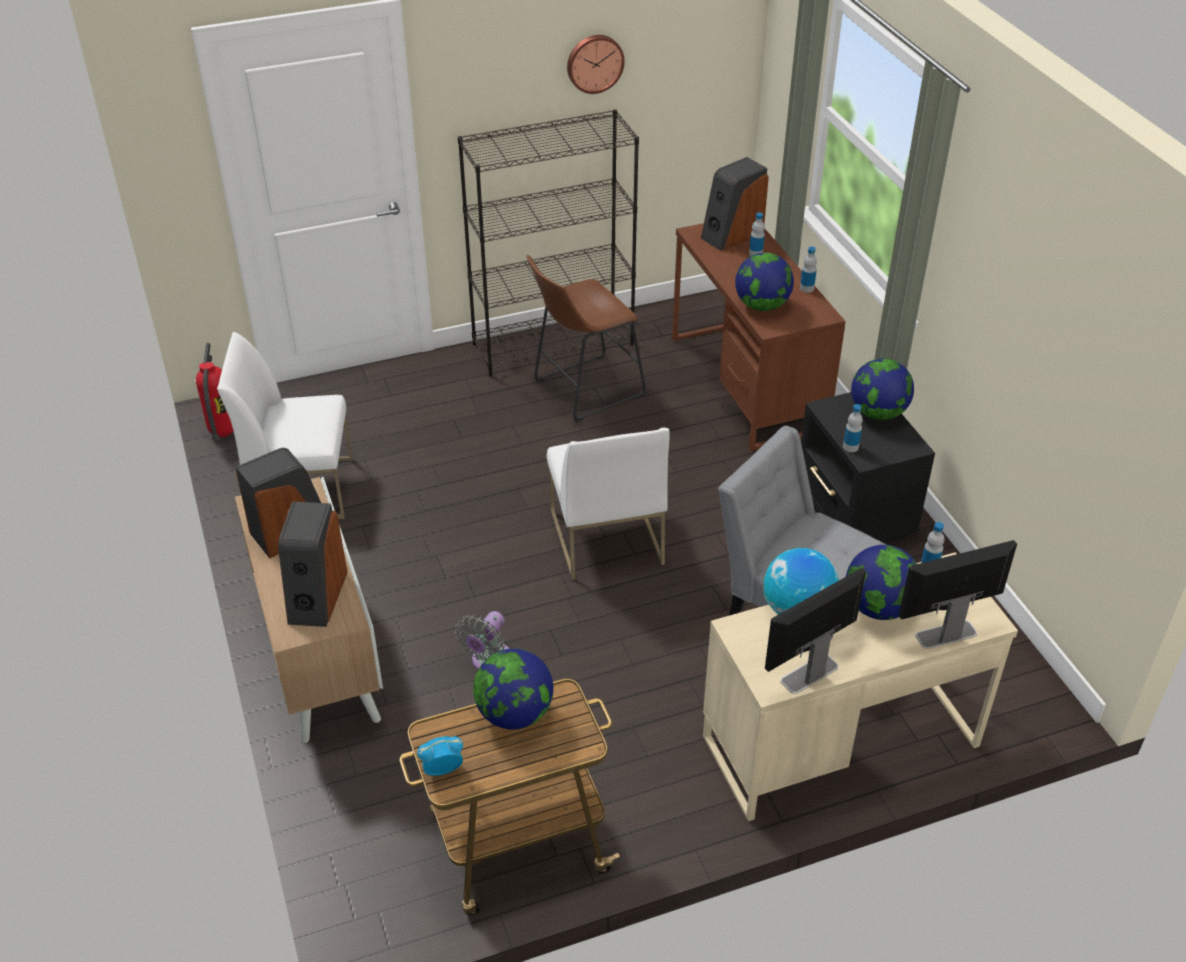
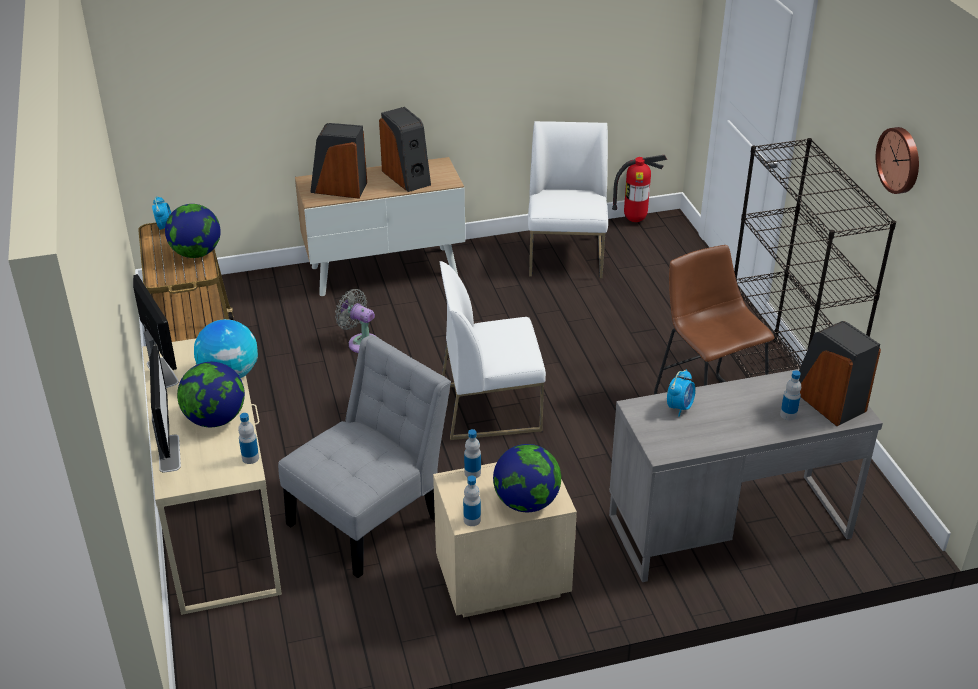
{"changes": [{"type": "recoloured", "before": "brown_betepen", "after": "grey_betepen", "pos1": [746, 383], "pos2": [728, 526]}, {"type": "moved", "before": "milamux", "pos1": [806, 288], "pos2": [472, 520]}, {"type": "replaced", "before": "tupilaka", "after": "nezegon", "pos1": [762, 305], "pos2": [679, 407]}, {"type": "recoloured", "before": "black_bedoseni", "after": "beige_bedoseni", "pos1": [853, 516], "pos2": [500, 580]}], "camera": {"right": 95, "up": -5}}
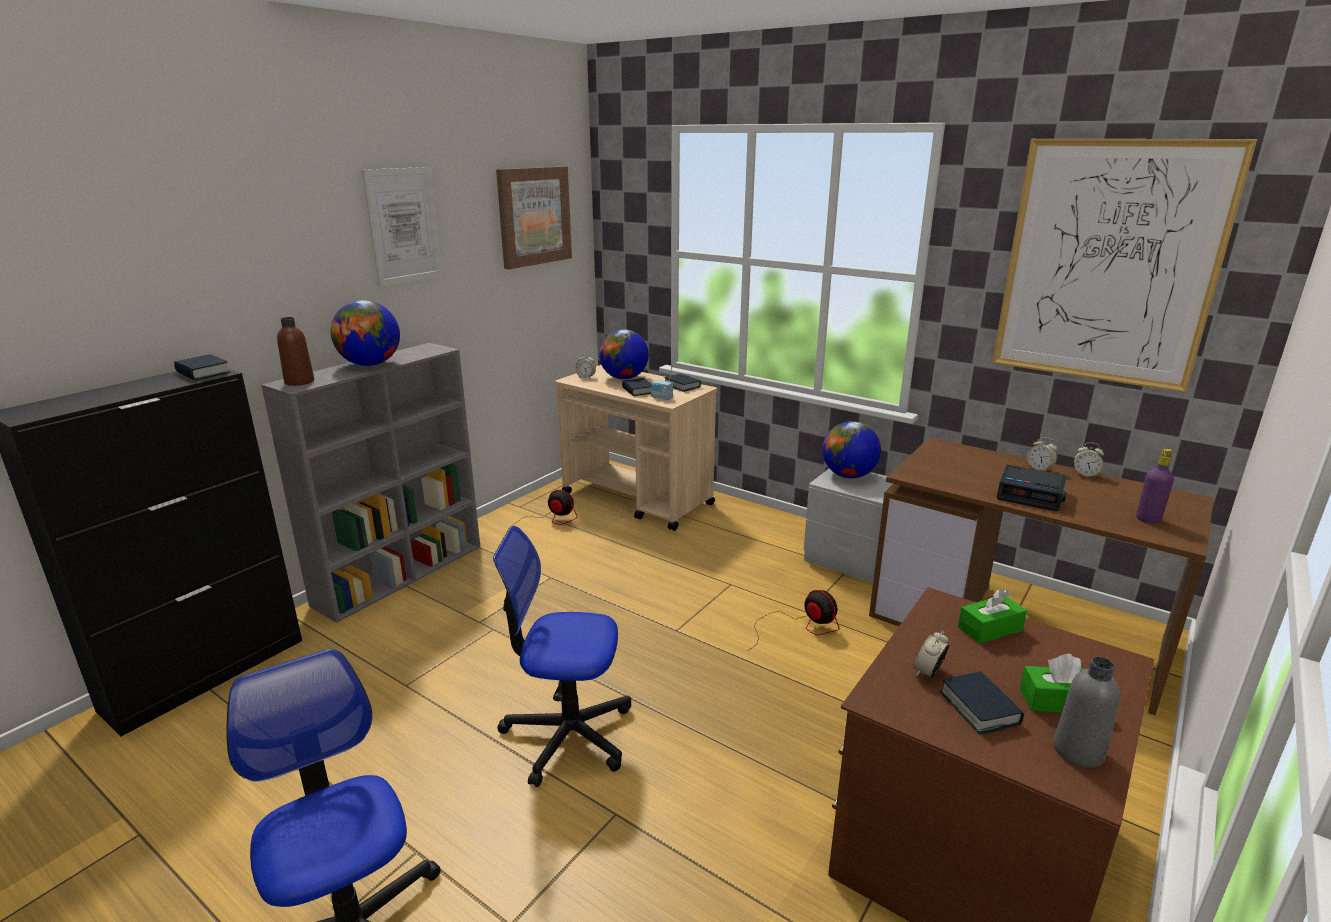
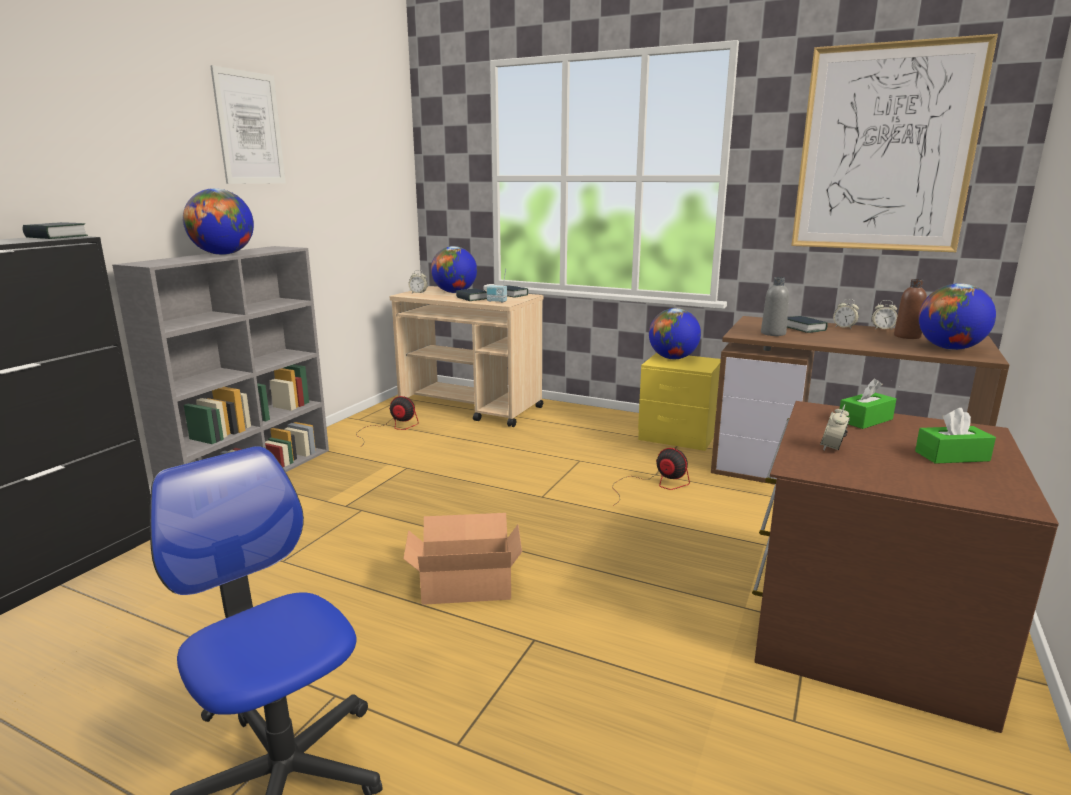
{"changes": [{"type": "removed", "before": "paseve", "pos1": [534, 216]}, {"type": "moved", "before": "brown_milamux", "pos1": [299, 382], "pos2": [907, 336]}, {"type": "replaced", "before": "purple_milamux", "after": "tupilaka", "pos1": [1148, 519], "pos2": [949, 348]}, {"type": "removed", "before": "nezegon", "pos1": [1031, 495]}, {"type": "recoloured", "before": "grey_bedoseni", "after": "yellow_bedoseni", "pos1": [849, 559], "pos2": [677, 436]}, {"type": "replaced", "before": "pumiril", "after": "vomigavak", "pos1": [567, 734], "pos2": [464, 583]}, {"type": "moved", "before": "grey_milamux", "pos1": [1078, 751], "pos2": [773, 333]}, {"type": "moved", "before": "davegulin", "pos1": [979, 708], "pos2": [803, 328]}], "camera": {"right": -10, "up": -5}}
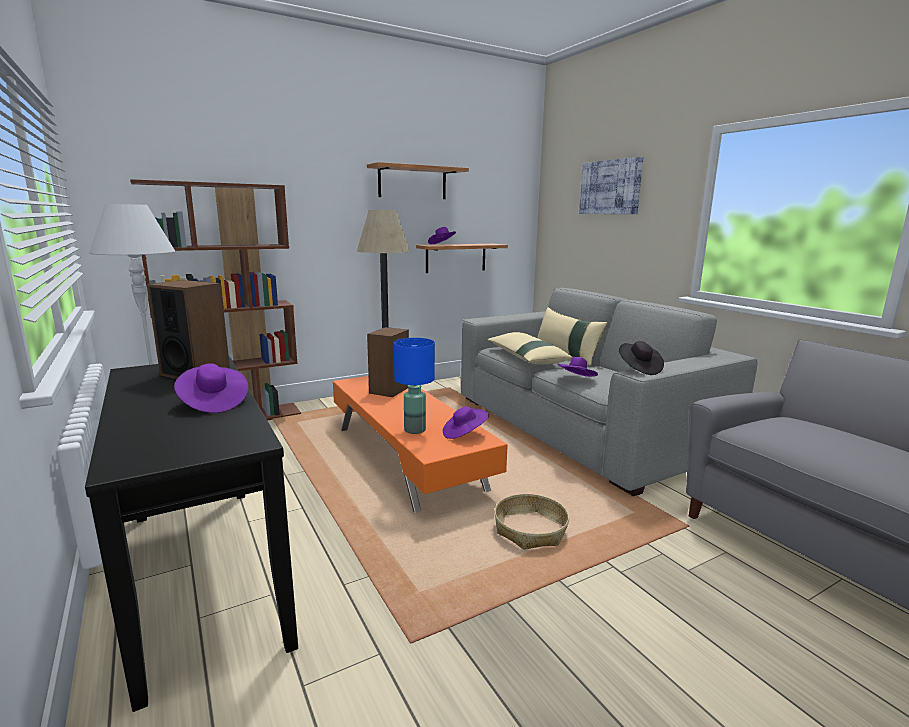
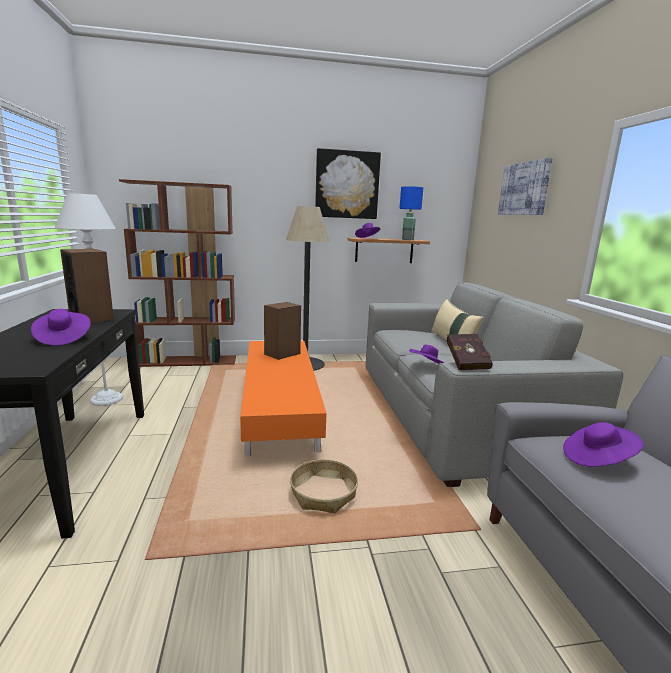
{"changes": [{"type": "replaced", "before": "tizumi", "after": "paseve", "pos1": [412, 182], "pos2": [347, 185]}, {"type": "removed", "before": "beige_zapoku", "pos1": [526, 357]}, {"type": "moved", "before": "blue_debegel", "pos1": [415, 430], "pos2": [408, 240]}, {"type": "replaced", "before": "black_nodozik", "after": "red_davegulin", "pos1": [639, 369], "pos2": [466, 363]}, {"type": "moved", "before": "purple_nodozik", "pos1": [464, 434], "pos2": [597, 459]}], "camera": {"right": 20, "up": 0}}
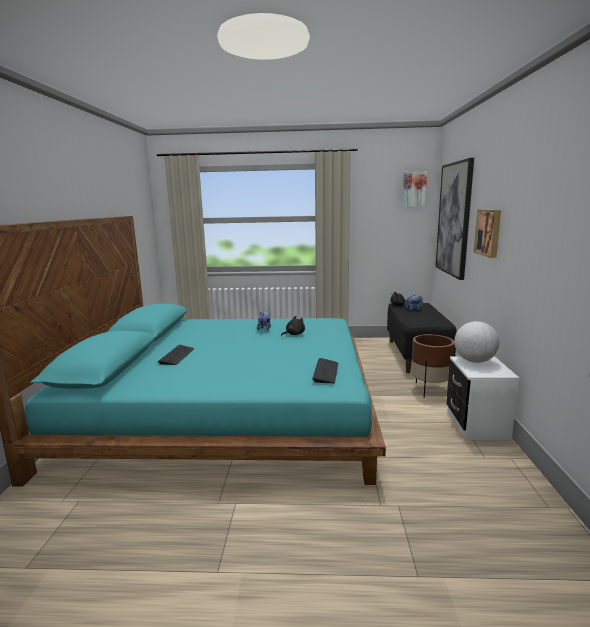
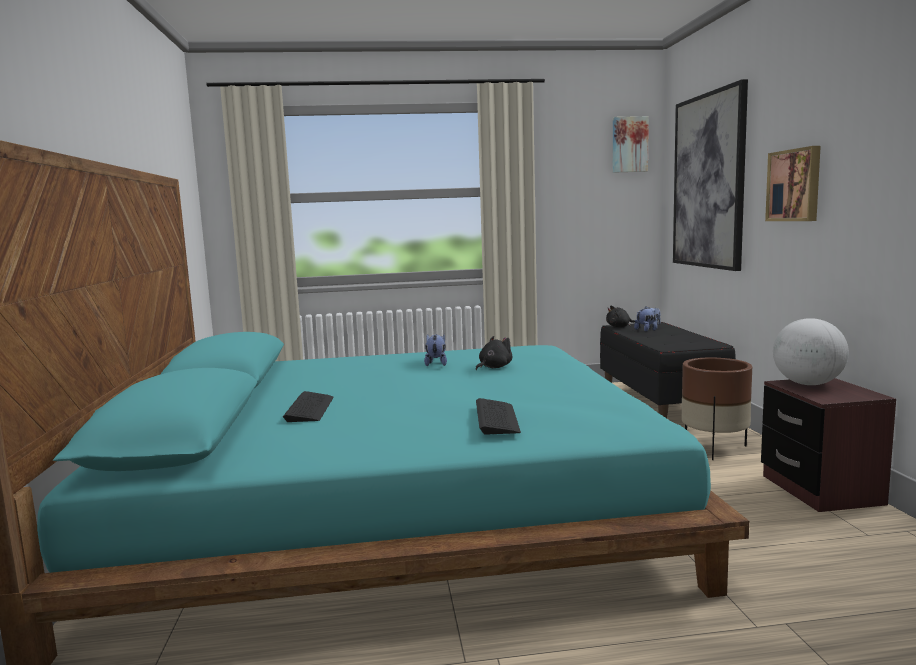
{"changes": [{"type": "recoloured", "before": "white_bedoseni", "after": "brown_bedoseni", "pos1": [476, 425], "pos2": [820, 490]}, {"type": "moved", "before": "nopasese", "pos1": [326, 372], "pos2": [496, 418]}], "camera": {"right": -10, "up": -5}}
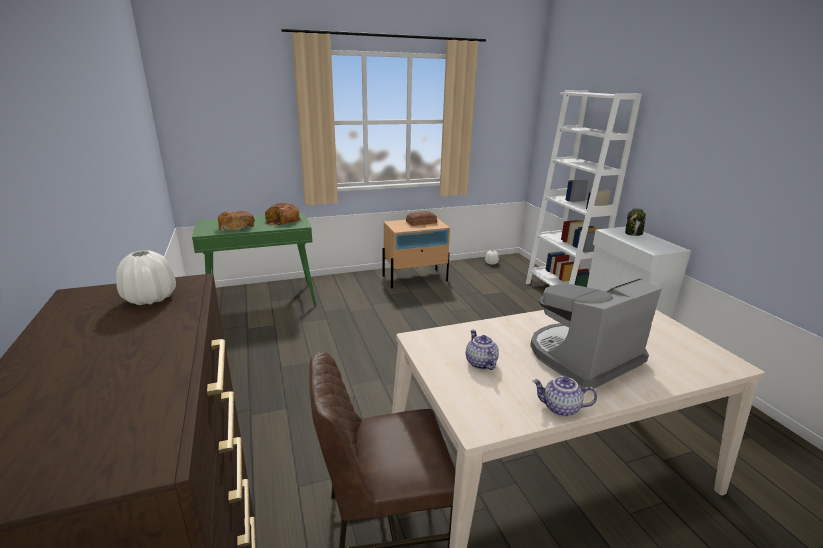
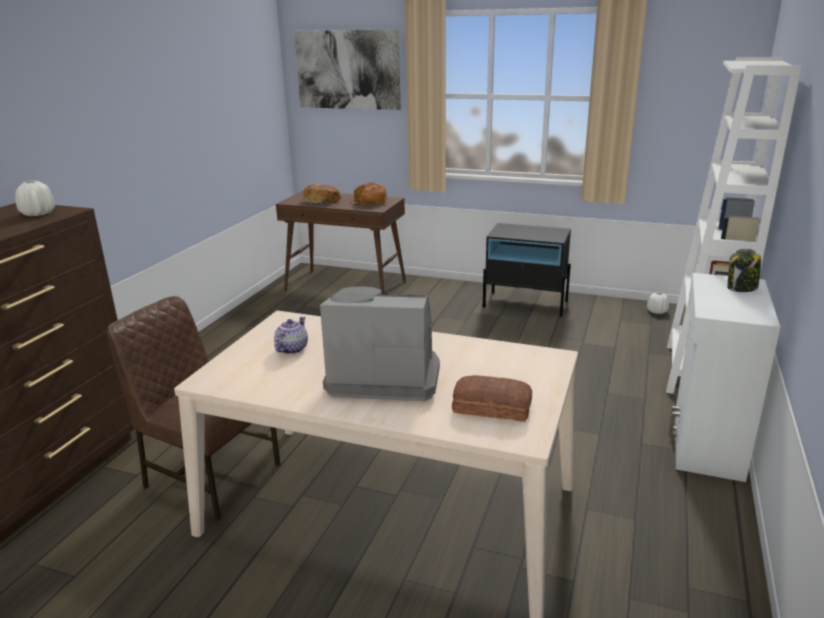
{"changes": [{"type": "moved", "before": "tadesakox", "pos1": [420, 222], "pos2": [491, 406]}, {"type": "recoloured", "before": "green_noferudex", "after": "brown_noferudex", "pos1": [263, 300], "pos2": [346, 286]}, {"type": "recoloured", "before": "beige_bedoseni", "after": "black_bedoseni", "pos1": [415, 278], "pos2": [525, 304]}, {"type": "removed", "before": "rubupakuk", "pos1": [560, 408]}, {"type": "added", "after": "paseve", "pos2": [347, 70]}], "camera": {"right": 40, "up": 0}}
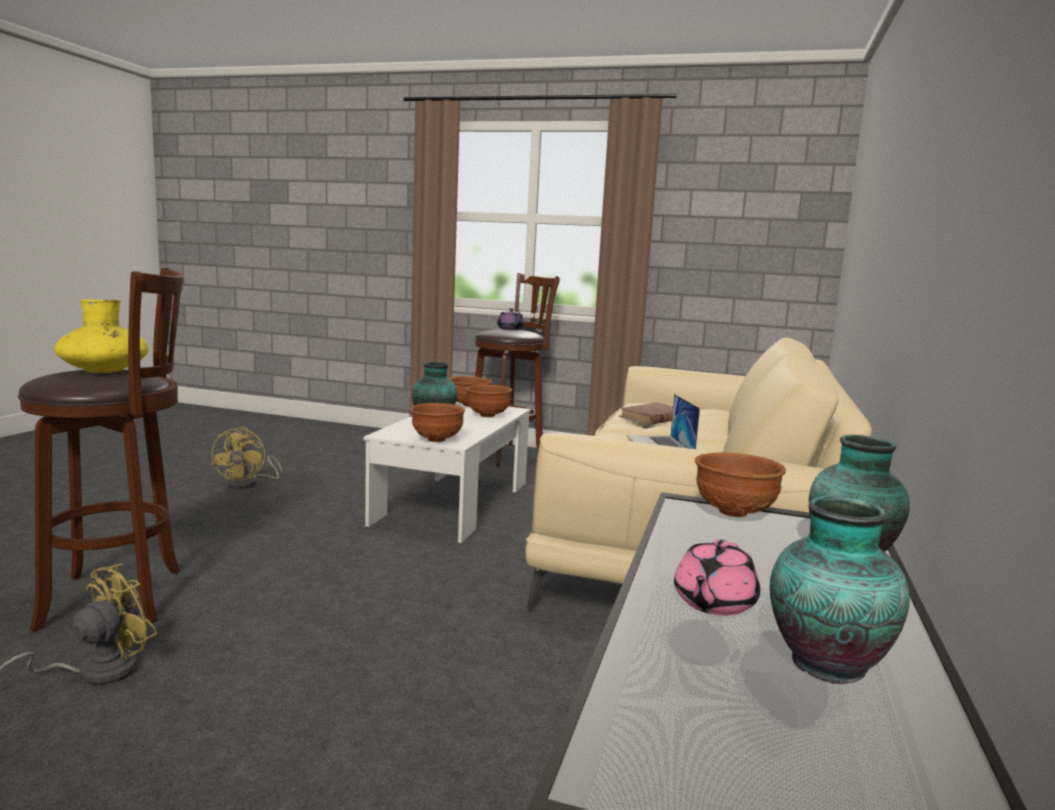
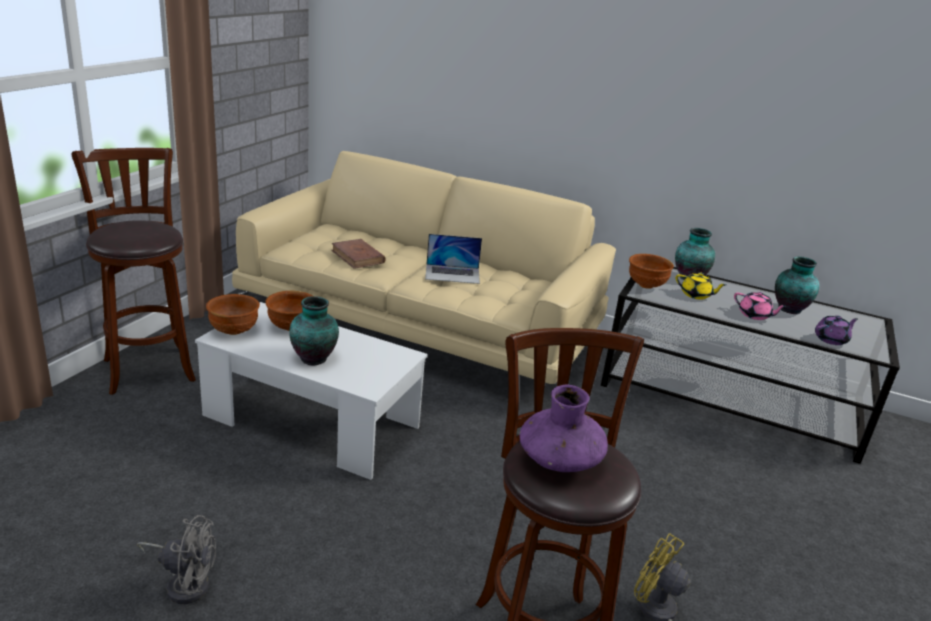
{"changes": [{"type": "recoloured", "before": "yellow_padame", "after": "purple_padame", "pos1": [103, 371], "pos2": [559, 460]}, {"type": "moved", "before": "purple_rubupakuk", "pos1": [510, 329], "pos2": [831, 339]}, {"type": "removed", "before": "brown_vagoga", "pos1": [436, 439]}, {"type": "recoloured", "before": "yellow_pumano", "after": "grey_pumano", "pos1": [248, 484], "pos2": [184, 583]}, {"type": "added", "after": "yellow_rubupakuk", "pos2": [696, 295]}], "camera": {"right": -85, "up": 15}}
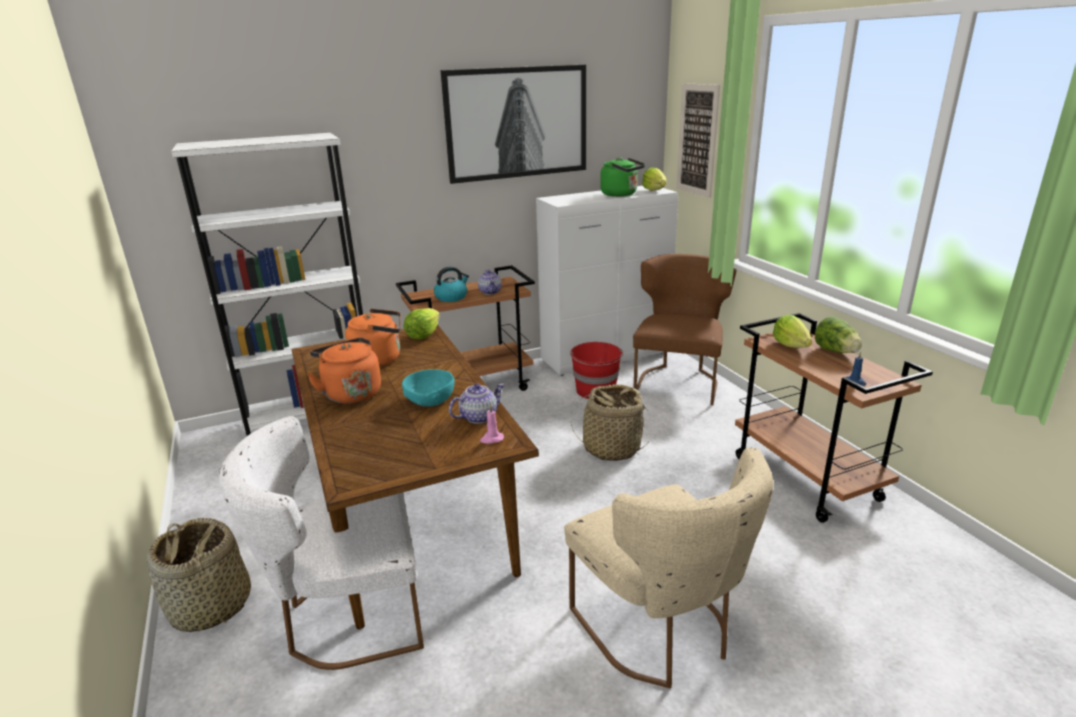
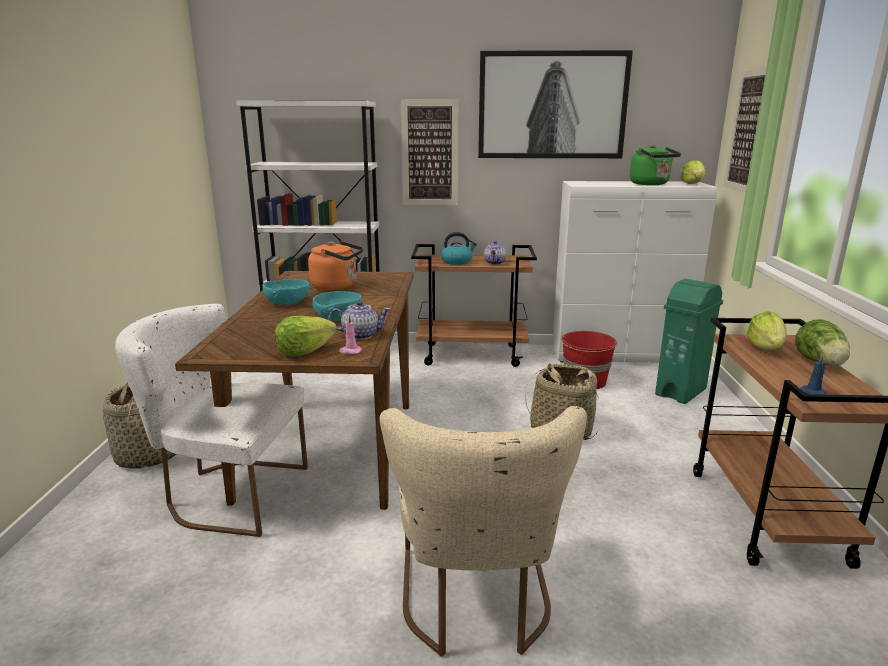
{"changes": [{"type": "replaced", "before": "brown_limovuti", "after": "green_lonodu", "pos1": [678, 381], "pos2": [681, 392]}, {"type": "moved", "before": "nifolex", "pos1": [423, 335], "pos2": [304, 352]}, {"type": "replaced", "before": "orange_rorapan", "after": "turquoise_vagoga", "pos1": [351, 393], "pos2": [287, 302]}, {"type": "added", "after": "paseve", "pos2": [430, 153]}], "camera": {"right": 25, "up": -5}}
